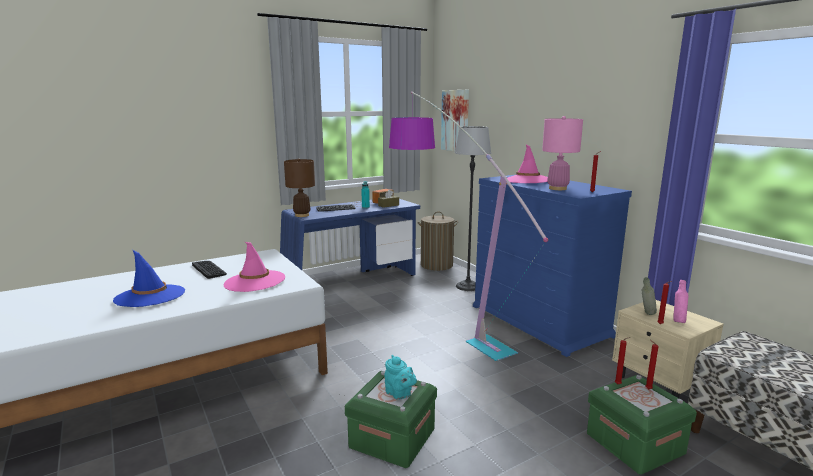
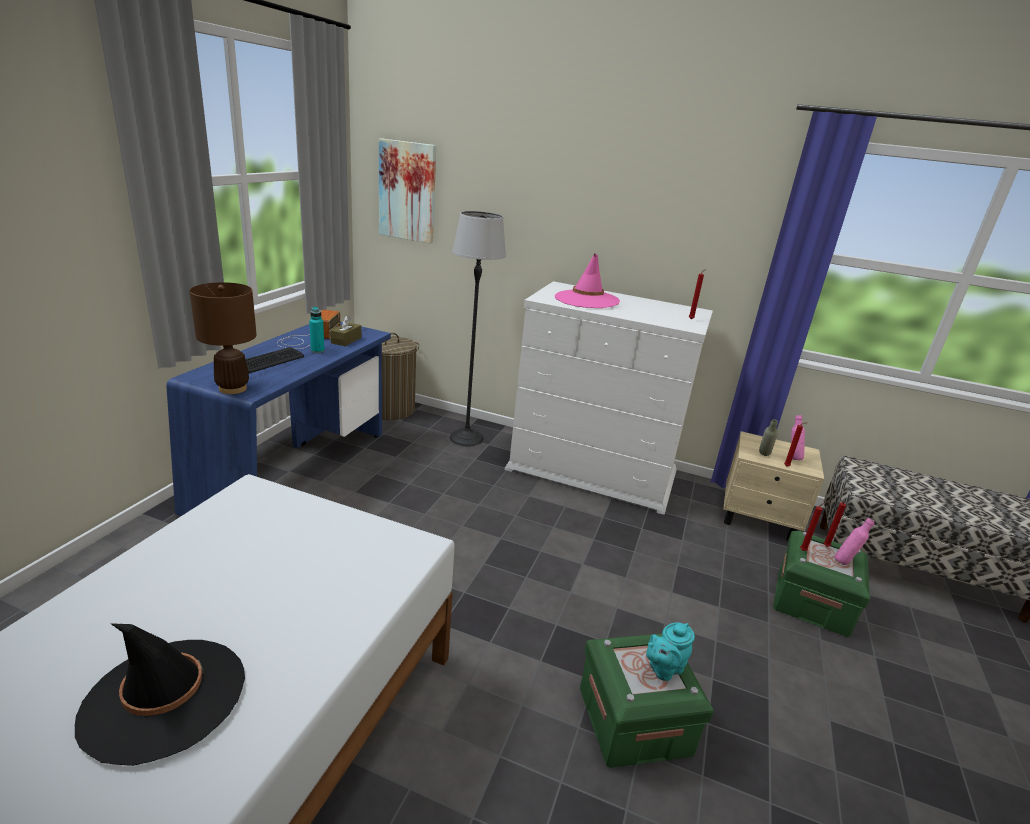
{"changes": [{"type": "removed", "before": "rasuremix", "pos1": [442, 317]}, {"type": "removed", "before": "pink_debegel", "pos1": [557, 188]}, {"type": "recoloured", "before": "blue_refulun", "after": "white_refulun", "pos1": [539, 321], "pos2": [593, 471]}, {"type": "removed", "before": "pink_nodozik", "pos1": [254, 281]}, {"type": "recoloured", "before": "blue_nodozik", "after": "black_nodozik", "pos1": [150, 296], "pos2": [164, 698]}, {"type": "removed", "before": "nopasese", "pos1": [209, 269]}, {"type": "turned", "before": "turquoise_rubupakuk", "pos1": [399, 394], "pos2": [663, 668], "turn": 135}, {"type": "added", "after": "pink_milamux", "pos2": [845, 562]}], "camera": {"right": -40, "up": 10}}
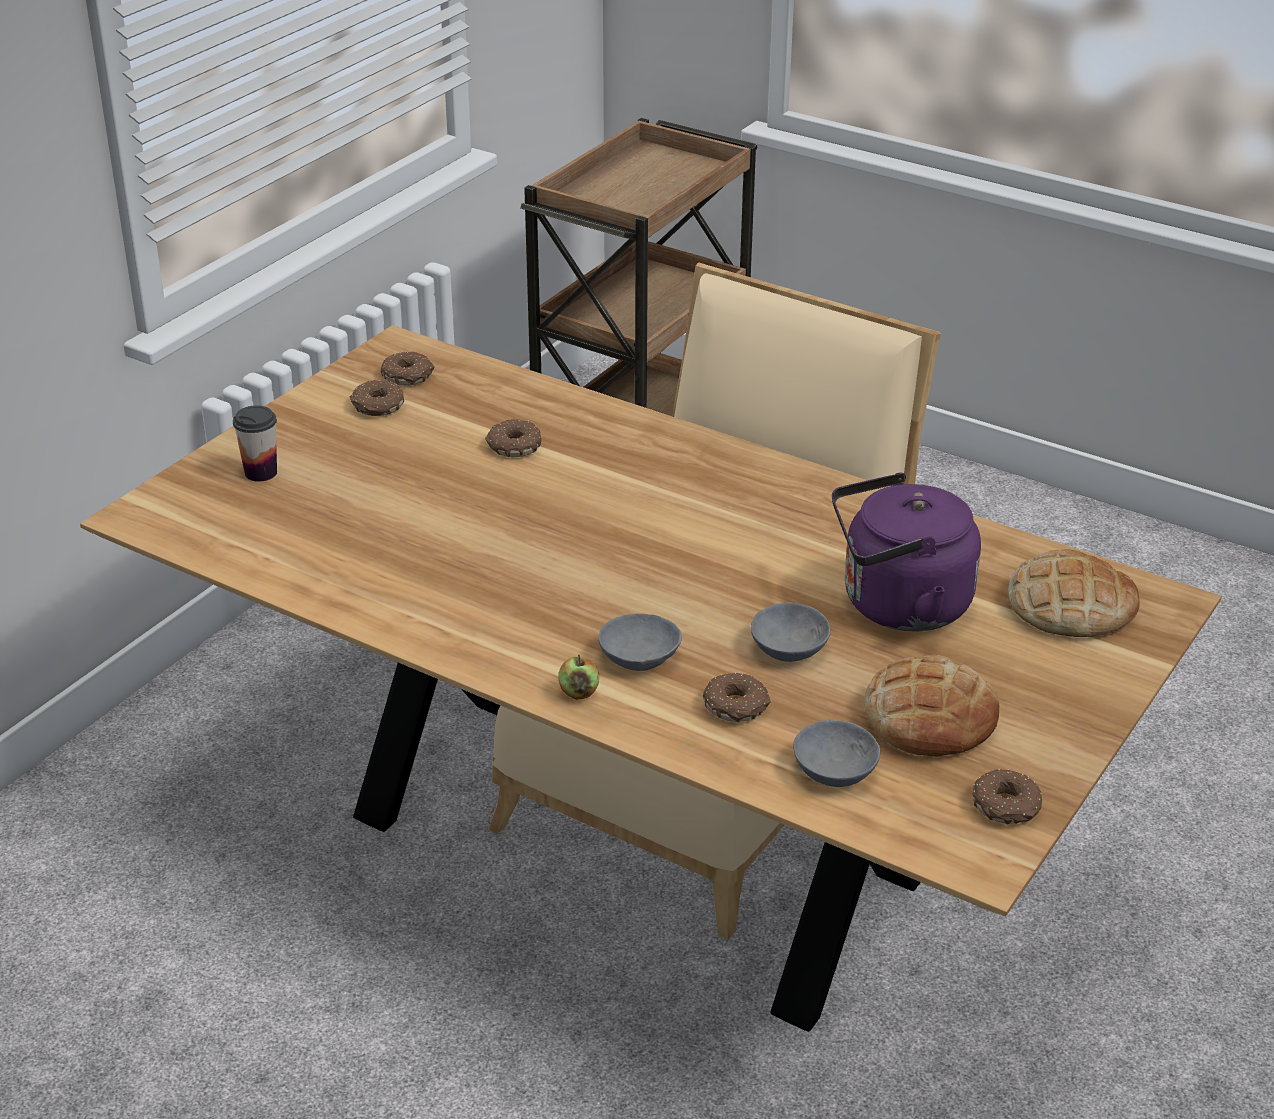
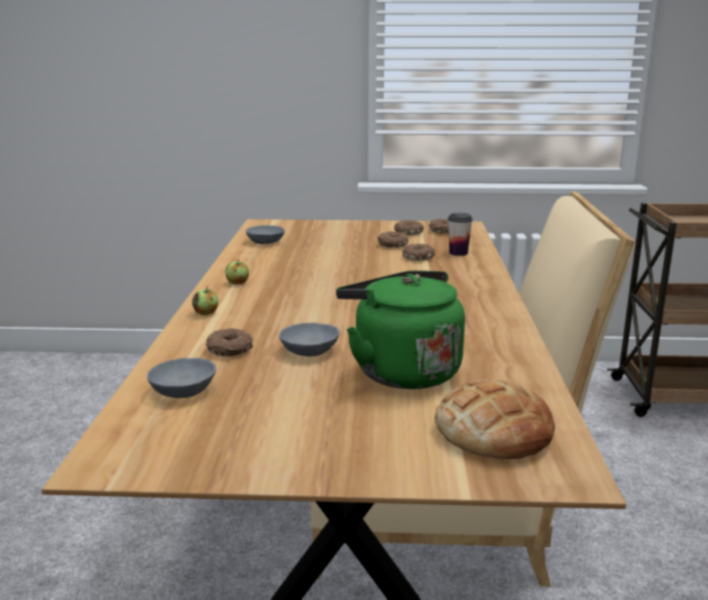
{"changes": [{"type": "moved", "before": "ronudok", "pos1": [261, 473], "pos2": [458, 253]}, {"type": "recoloured", "before": "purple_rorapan", "after": "green_rorapan", "pos1": [898, 606], "pos2": [401, 371]}, {"type": "moved", "before": "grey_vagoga", "pos1": [640, 655], "pos2": [267, 242]}, {"type": "removed", "before": "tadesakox", "pos1": [929, 717]}, {"type": "moved", "before": "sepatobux", "pos1": [1006, 807], "pos2": [392, 245]}, {"type": "added", "after": "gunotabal", "pos2": [237, 283]}], "camera": {"right": 60, "up": -15}}
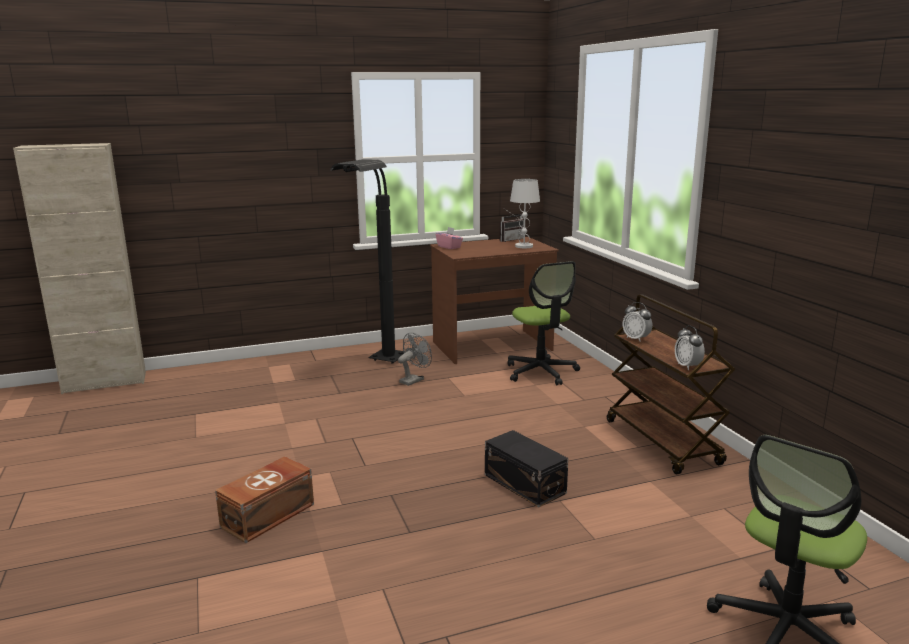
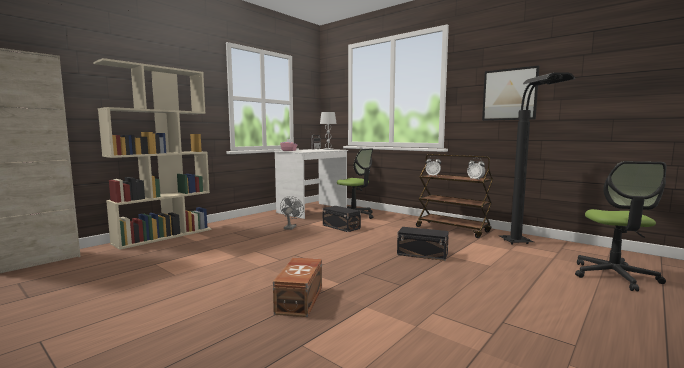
{"changes": [{"type": "moved", "before": "black_rasuremix", "pos1": [378, 366], "pos2": [526, 247]}, {"type": "recoloured", "before": "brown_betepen", "after": "white_betepen", "pos1": [492, 347], "pos2": [313, 210]}, {"type": "added", "after": "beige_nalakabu", "pos2": [164, 236]}, {"type": "added", "after": "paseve", "pos2": [509, 94]}, {"type": "added", "after": "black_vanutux", "pos2": [341, 227]}], "camera": {"right": -30, "up": -10}}
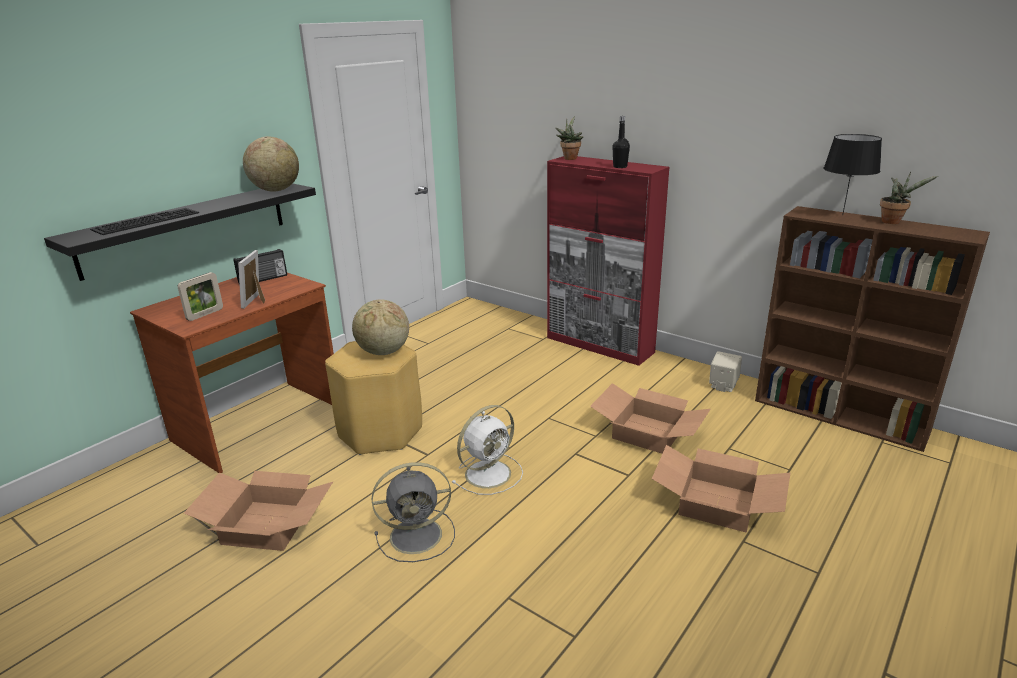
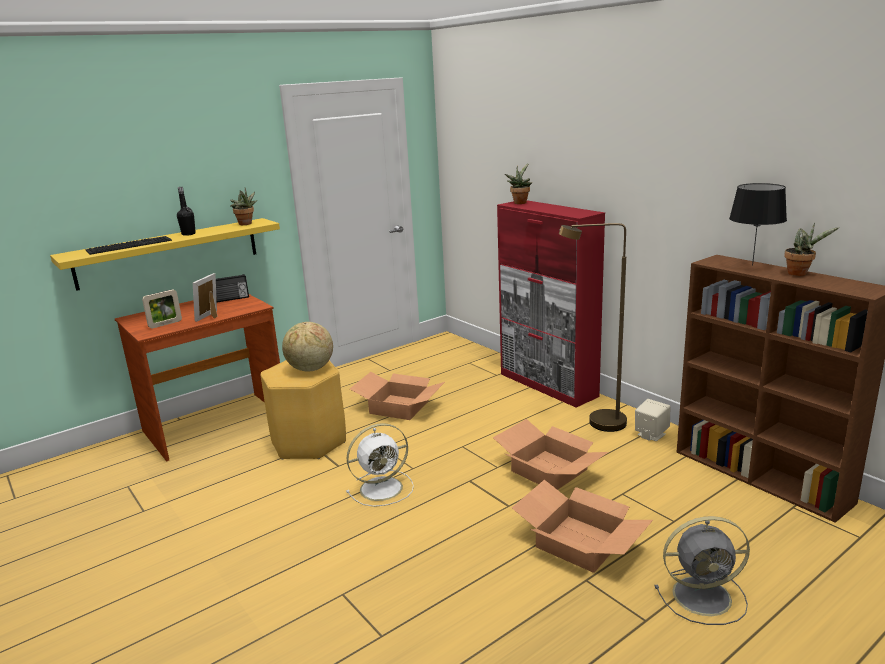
{"changes": [{"type": "moved", "before": "black_milamux", "pos1": [620, 167], "pos2": [188, 234]}, {"type": "replaced", "before": "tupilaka", "after": "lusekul", "pos1": [275, 190], "pos2": [246, 224]}, {"type": "recoloured", "before": "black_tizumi", "after": "yellow_tizumi", "pos1": [187, 228], "pos2": [168, 253]}, {"type": "moved", "before": "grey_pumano", "pos1": [418, 535], "pos2": [704, 596]}, {"type": "moved", "before": "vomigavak", "pos1": [268, 524], "pos2": [400, 407]}, {"type": "added", "after": "brown_rasuremix", "pos2": [597, 424]}], "camera": {"right": 15, "up": -5}}
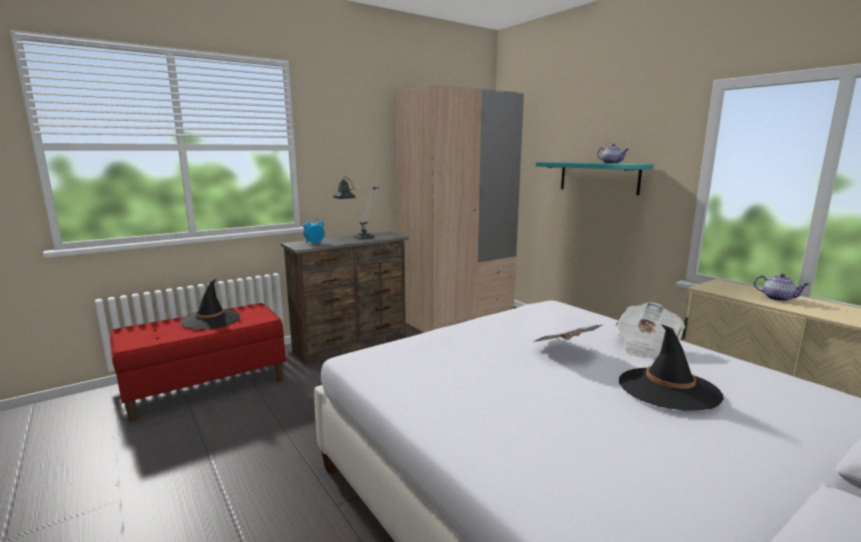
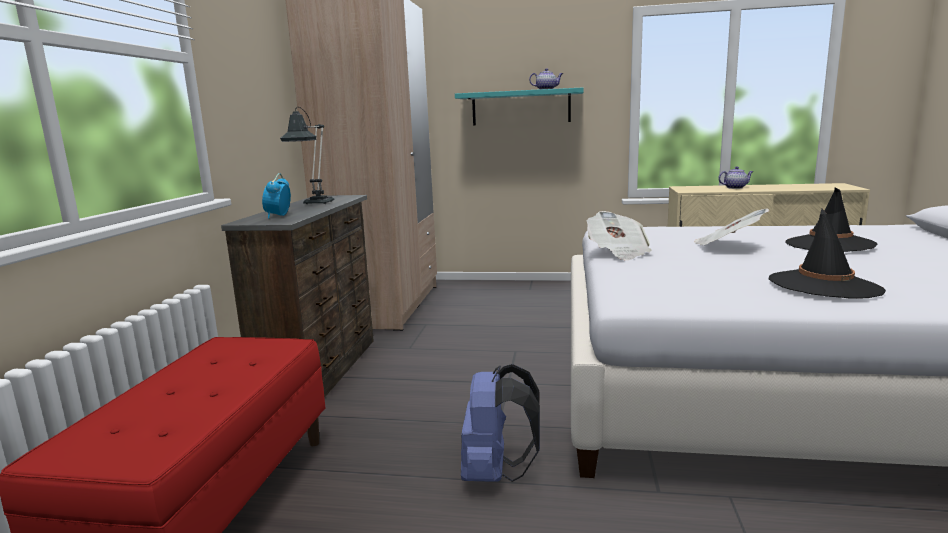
{"changes": [{"type": "moved", "before": "black_nodozik", "pos1": [211, 320], "pos2": [824, 285]}, {"type": "moved", "before": "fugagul", "pos1": [645, 346], "pos2": [618, 252]}, {"type": "added", "after": "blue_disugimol", "pos2": [496, 473]}], "camera": {"right": -45, "up": 0}}
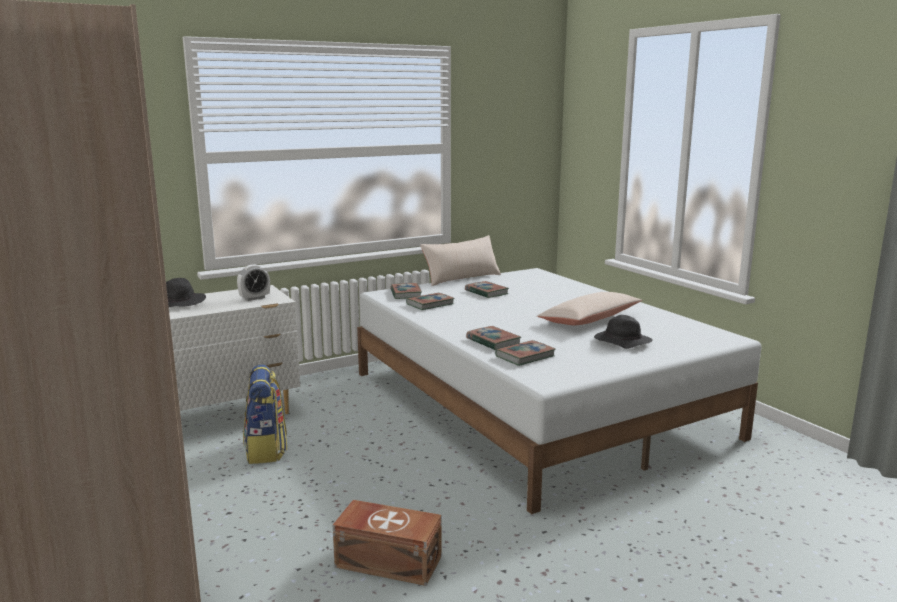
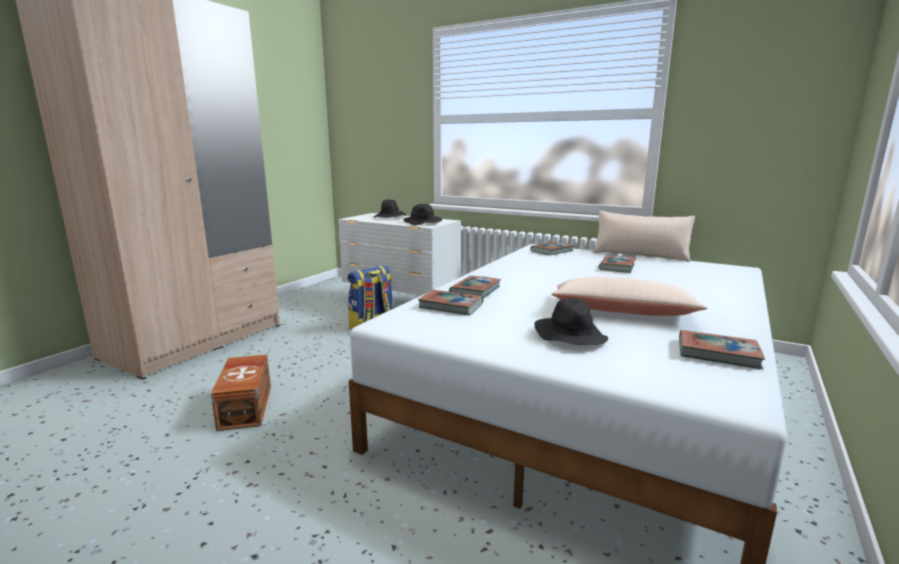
{"changes": [{"type": "replaced", "before": "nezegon", "after": "black_nodozik", "pos1": [254, 298], "pos2": [423, 222]}, {"type": "moved", "before": "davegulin", "pos1": [430, 304], "pos2": [717, 353]}], "camera": {"right": 60, "up": 0}}
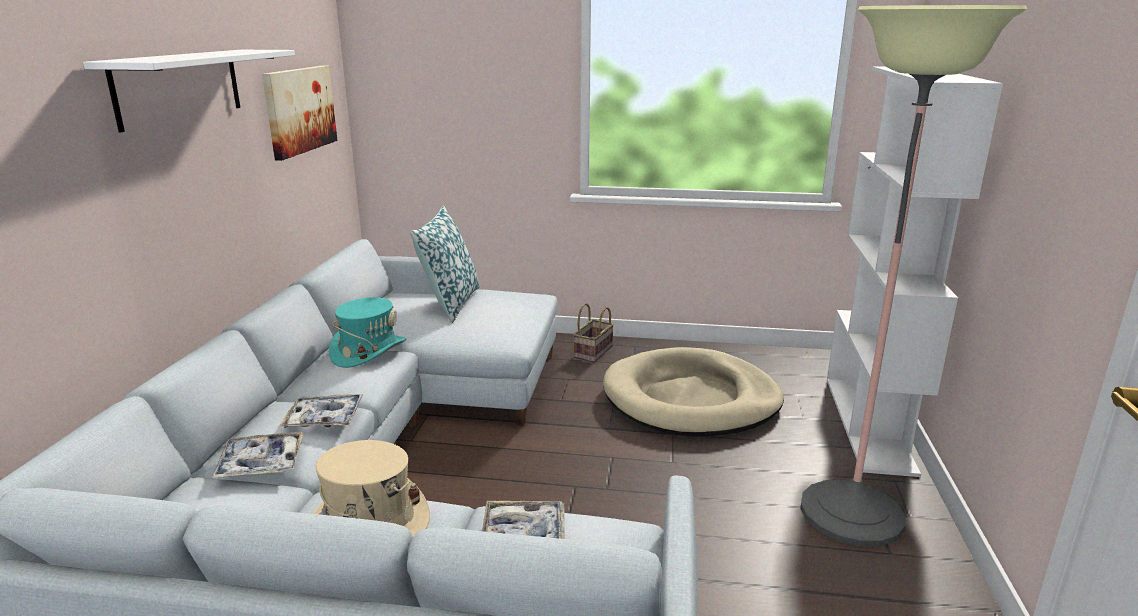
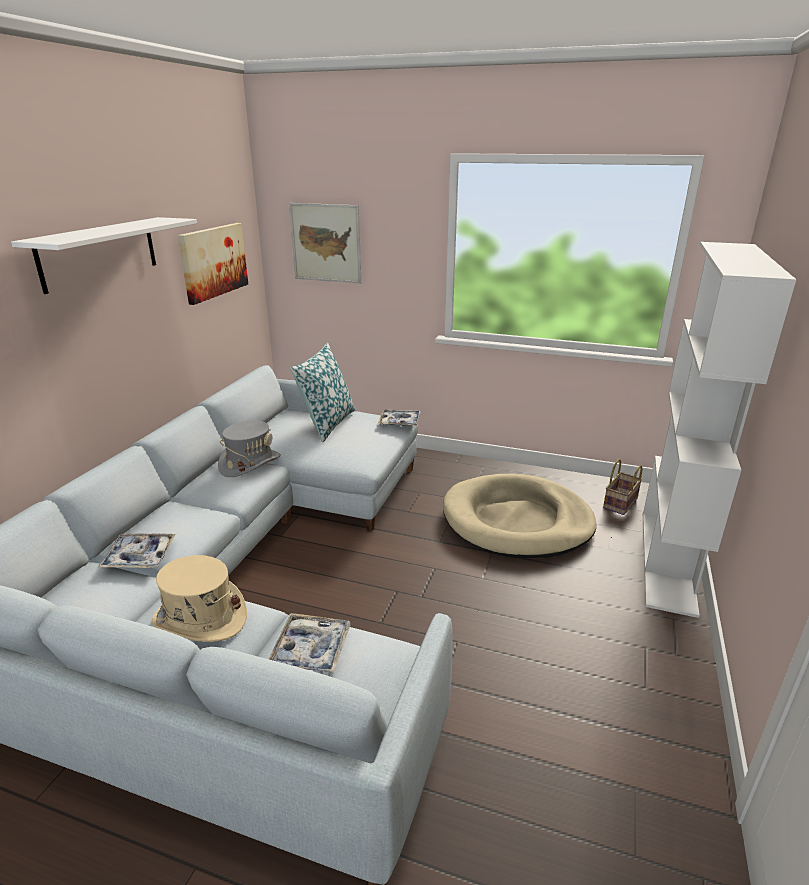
{"changes": [{"type": "removed", "before": "rasuremix", "pos1": [851, 514]}, {"type": "recoloured", "before": "turquoise_nodozik", "after": "grey_nodozik", "pos1": [368, 351], "pos2": [250, 463]}, {"type": "moved", "before": "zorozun", "pos1": [593, 352], "pos2": [620, 504]}, {"type": "moved", "before": "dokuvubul", "pos1": [324, 418], "pos2": [399, 422]}, {"type": "added", "after": "paseve", "pos2": [326, 243]}], "camera": {"right": 10, "up": 5}}
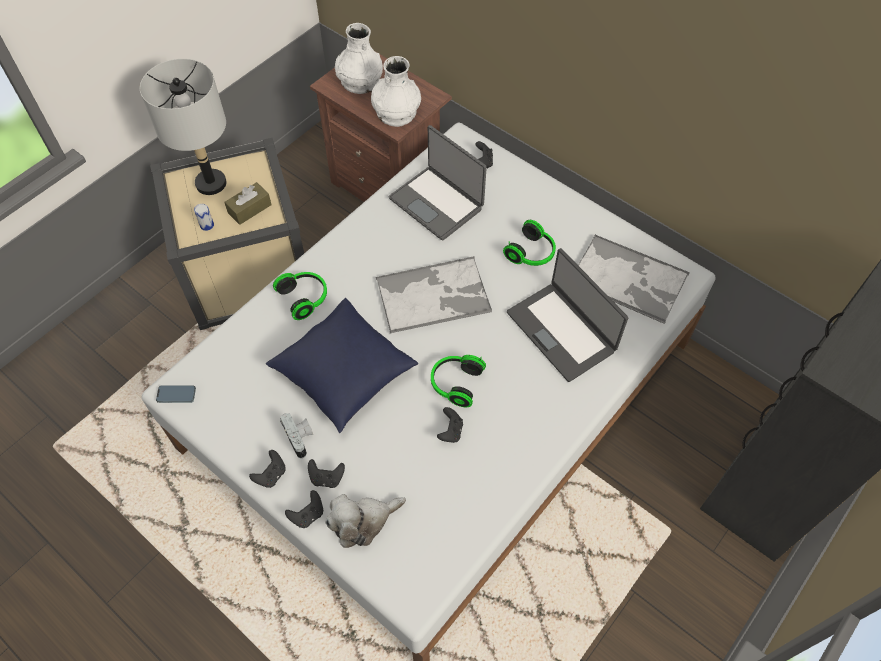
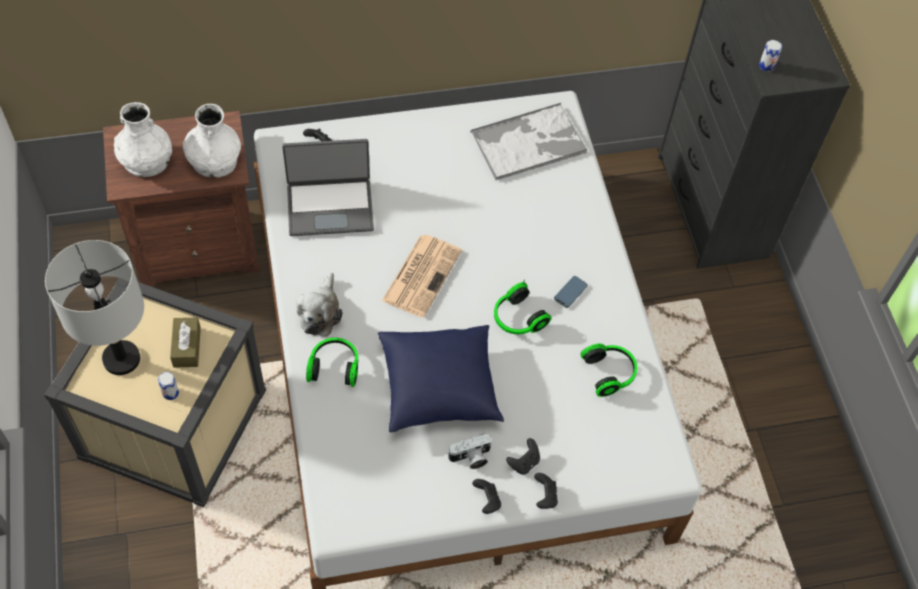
{"changes": [{"type": "moved", "before": "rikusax", "pos1": [532, 253], "pos2": [610, 373]}, {"type": "removed", "before": "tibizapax", "pos1": [562, 331]}, {"type": "replaced", "before": "dokuvubul", "after": "fugagul", "pos1": [434, 295], "pos2": [422, 274]}, {"type": "moved", "before": "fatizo", "pos1": [176, 395], "pos2": [570, 293]}, {"type": "removed", "before": "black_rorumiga", "pos1": [450, 431]}, {"type": "turned", "before": "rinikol", "pos1": [300, 438], "pos2": [471, 458], "turn": 150}, {"type": "moved", "before": "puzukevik", "pos1": [363, 522], "pos2": [320, 312]}, {"type": "added", "after": "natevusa", "pos2": [766, 66]}], "camera": {"right": -55, "up": 0}}
